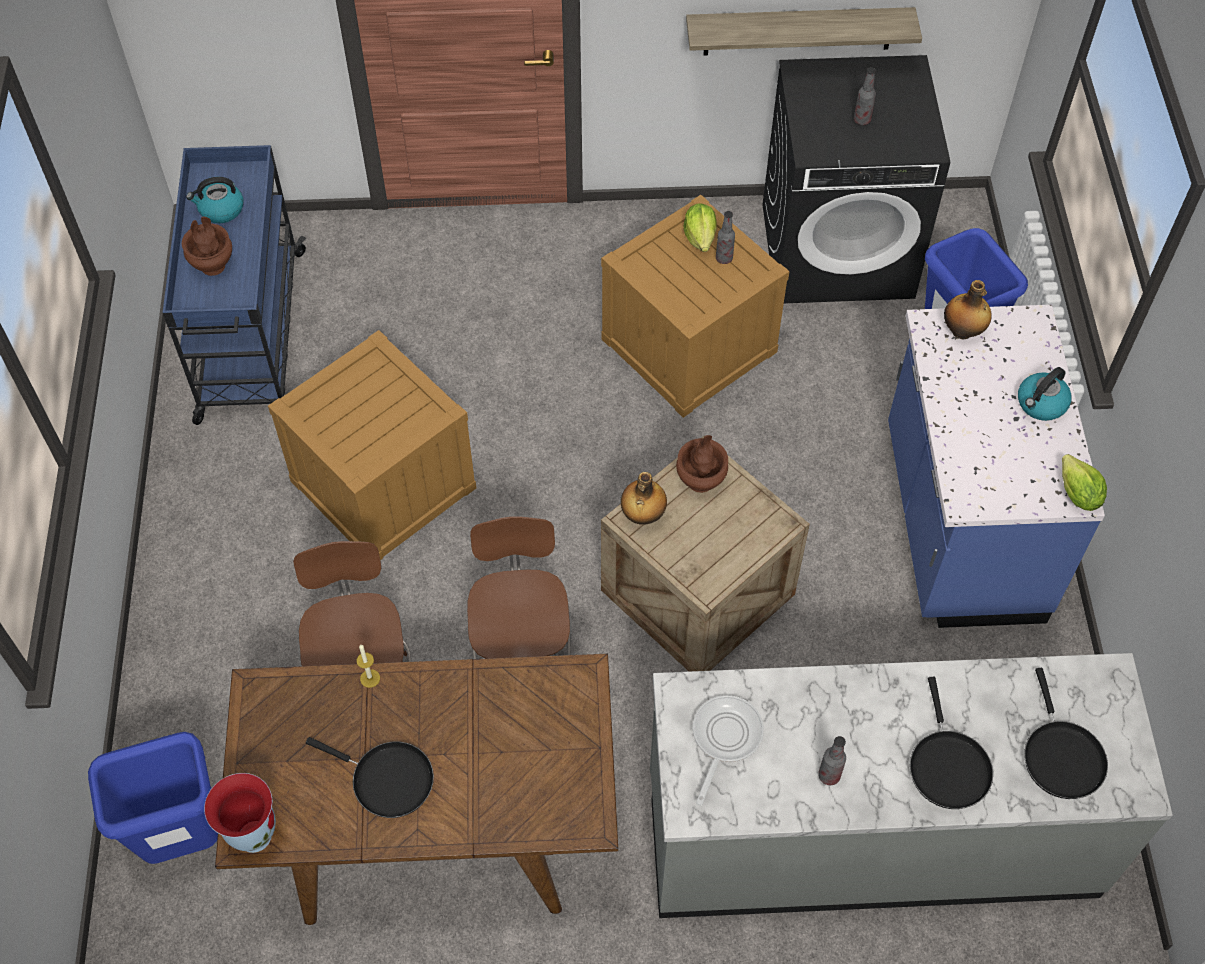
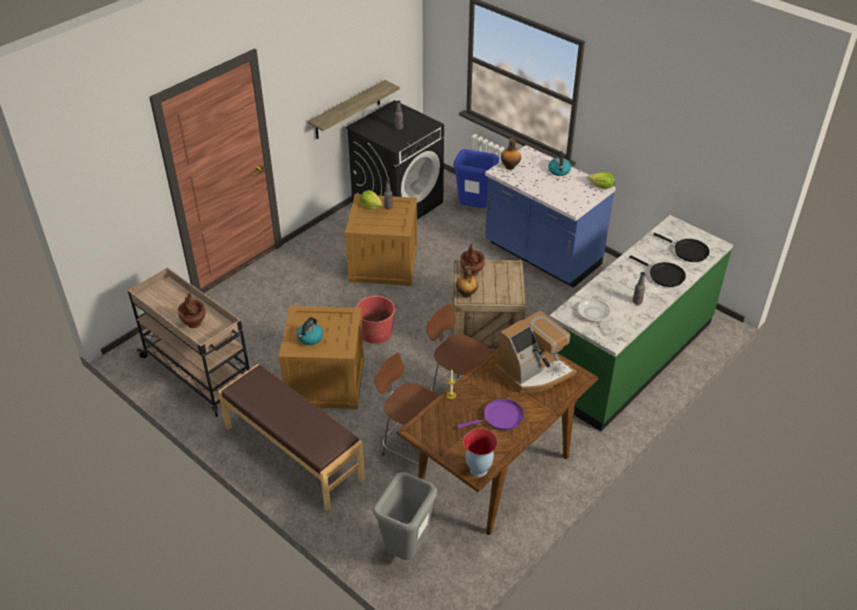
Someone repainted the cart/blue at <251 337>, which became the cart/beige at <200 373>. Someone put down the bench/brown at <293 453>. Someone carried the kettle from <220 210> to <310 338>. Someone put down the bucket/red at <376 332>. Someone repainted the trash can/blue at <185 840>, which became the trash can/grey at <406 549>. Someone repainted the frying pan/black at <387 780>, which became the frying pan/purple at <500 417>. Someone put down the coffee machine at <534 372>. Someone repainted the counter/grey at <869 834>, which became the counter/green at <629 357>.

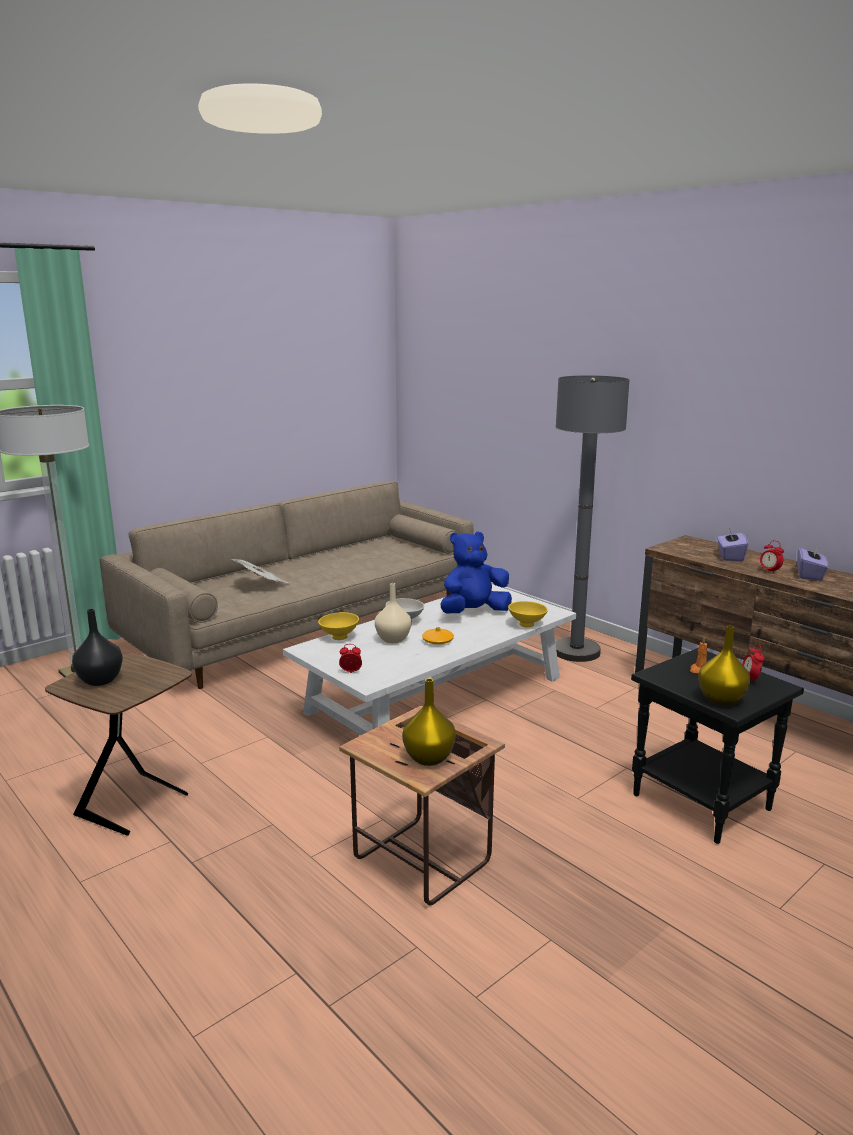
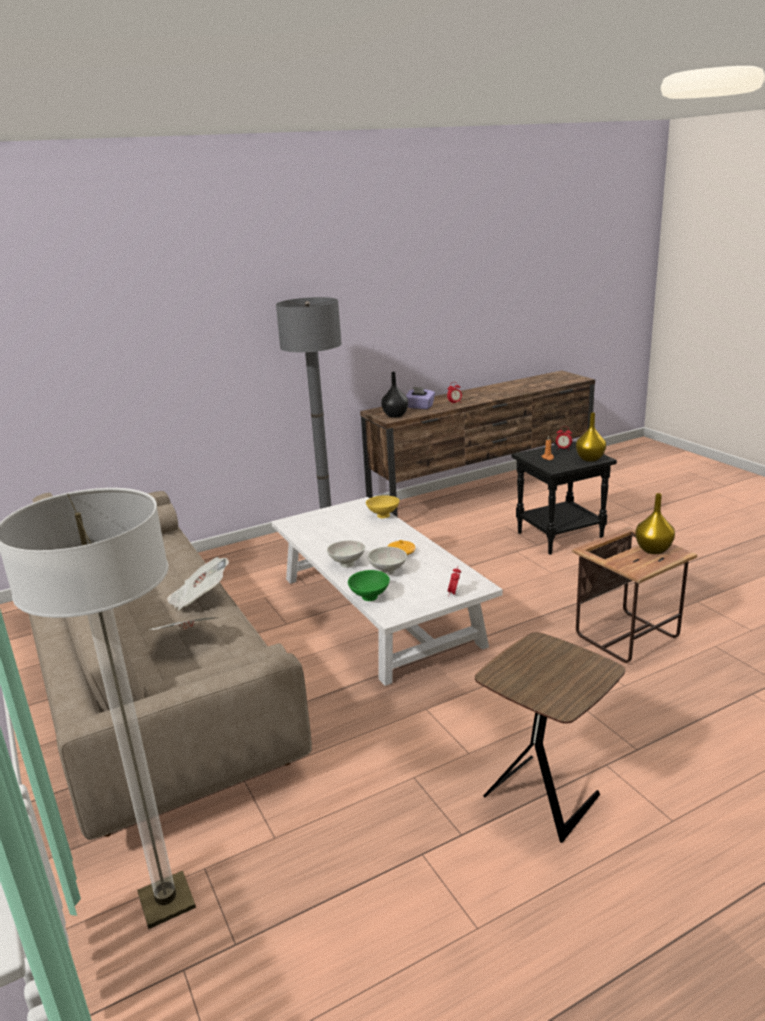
Someone put down the newspaper at <199 598>. Someone repainted the bowl/yellow at <339 637>, which became the bowl/green at <371 597>. Someone swapped the vase/beige at <394 639> for the bowl/white at <388 571>. Someone carried the vase/black from <99 680> to <395 415>. Someone took away the plush toy/blue at <473 612>. Someone took away the tissue box/purple at <810 575>.

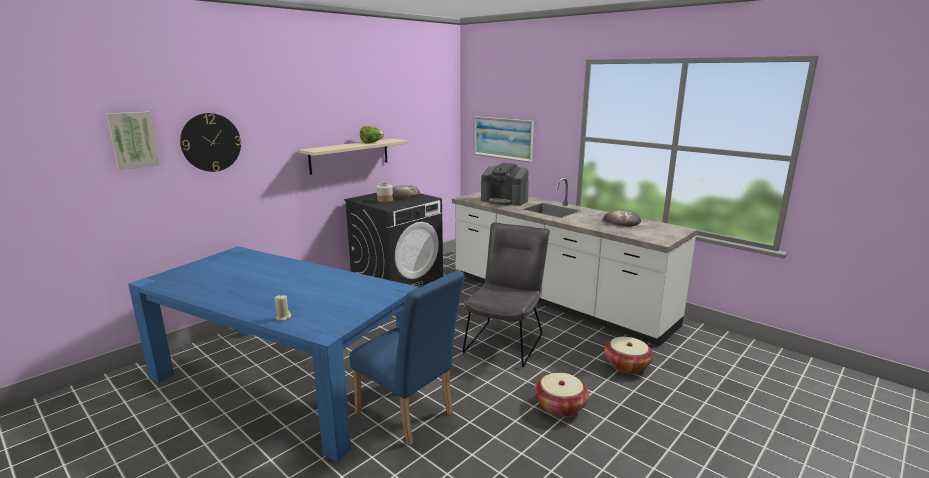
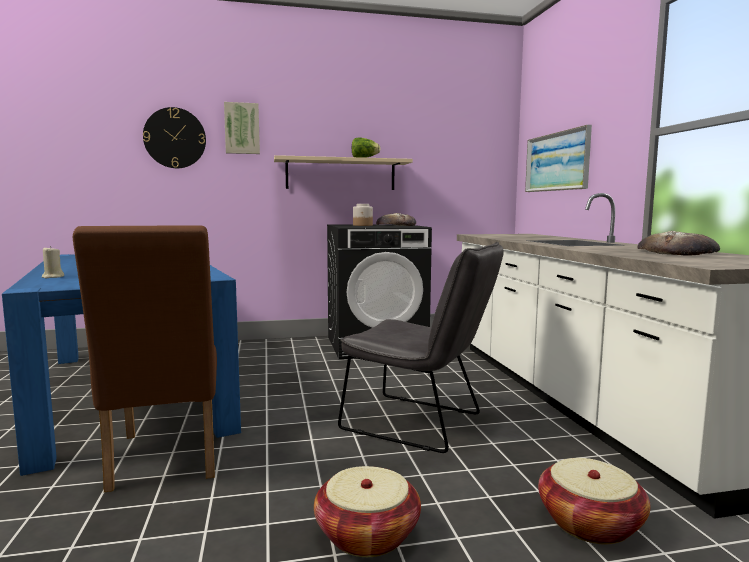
Someone repainted the chair/blue at <409 416>, which became the chair/brown at <164 461>. Someone carried the picture from <133 140> to <242 128>. Someone rotated the chair/grey at <506 340> by 60 degrees clockwise. Someone took away the coffee machine at <505 200>.

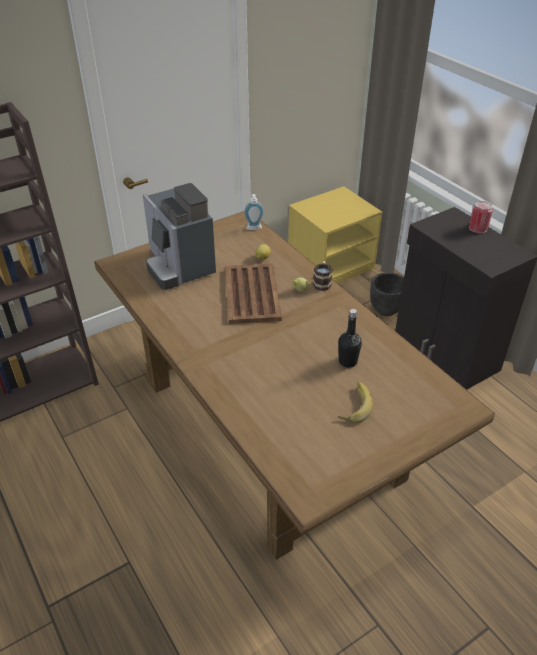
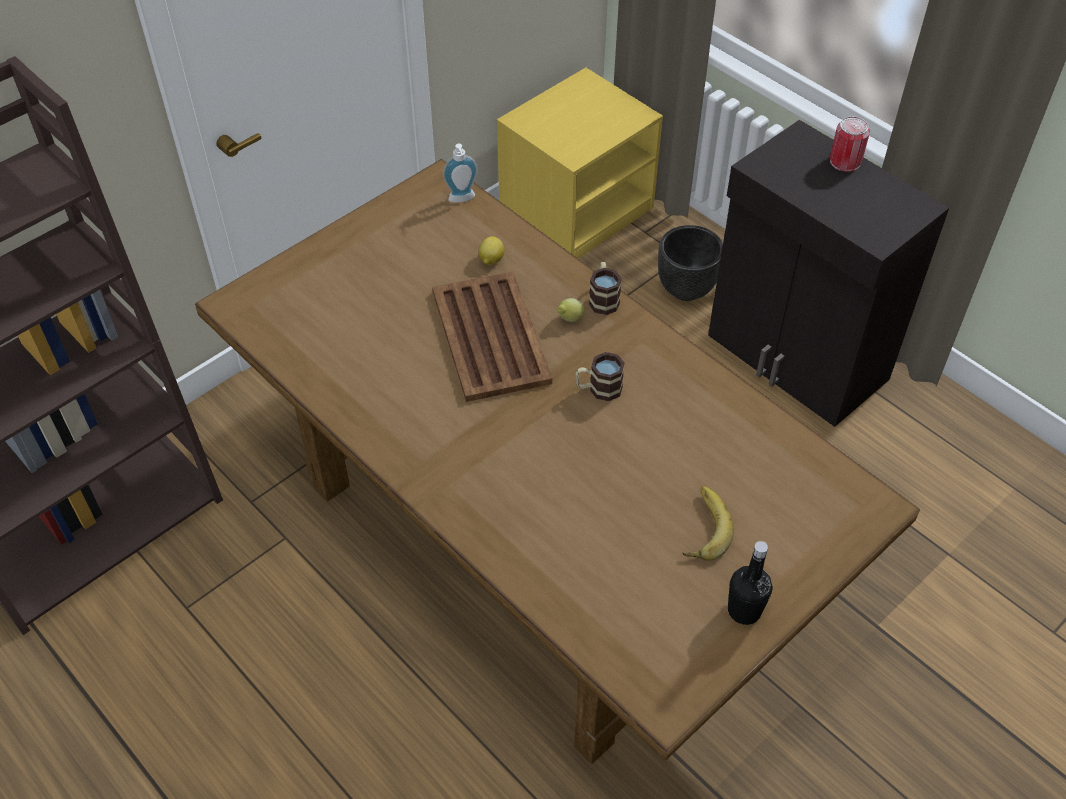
Someone put down the mug at <598 389>. Someone carried the bottle/black from <347 361> to <744 610>. Someone took away the coffee machine at <179 266>.

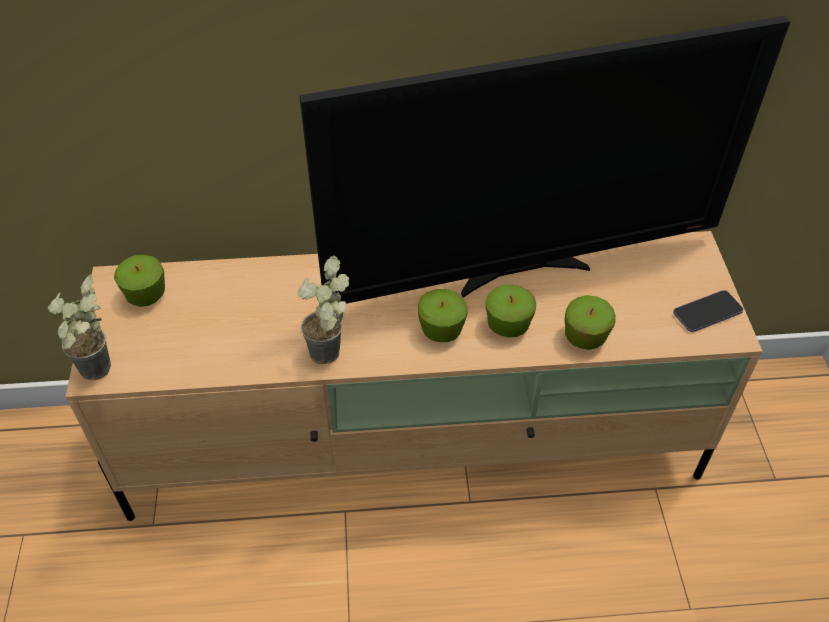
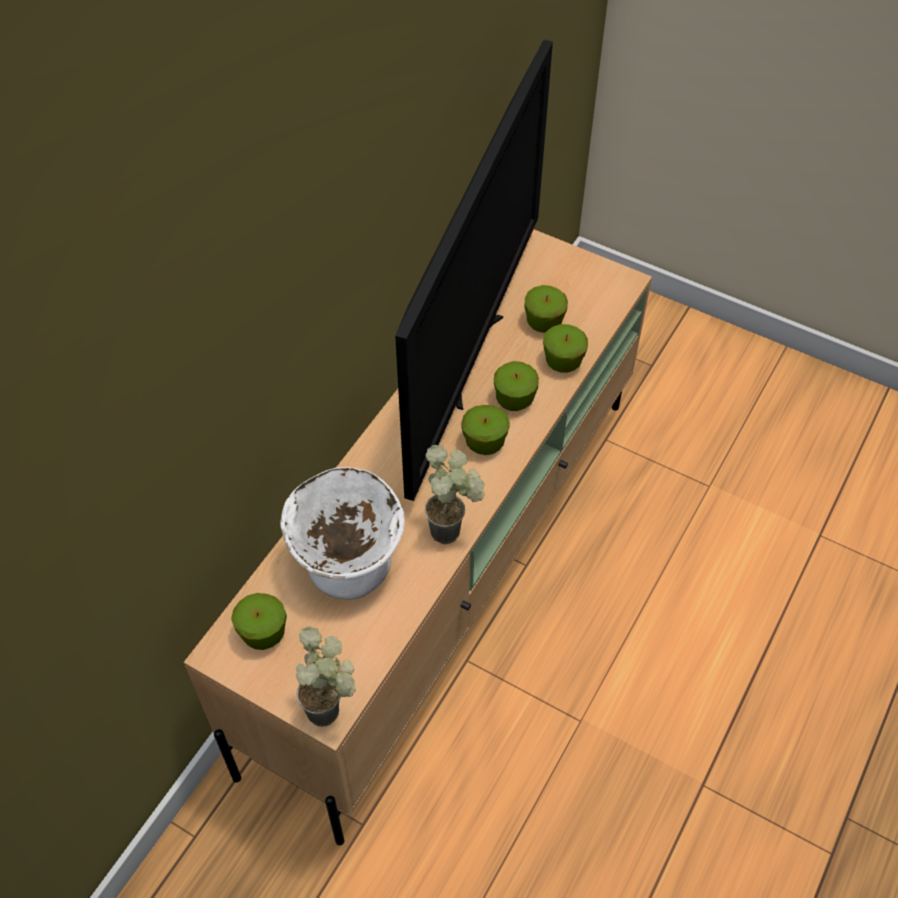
Someone put down the bowl/white at <349 563>. Someone put down the apple at <544 322>. Someone took away the phone at <707 313>.

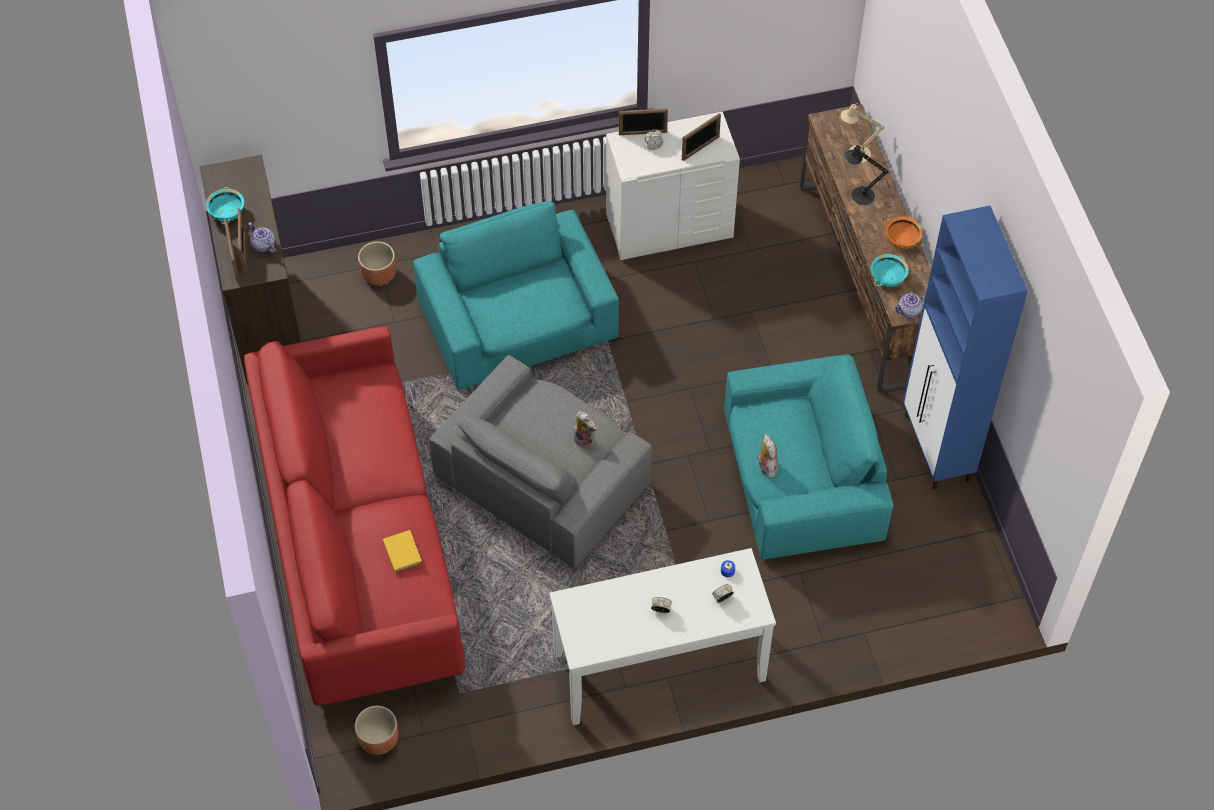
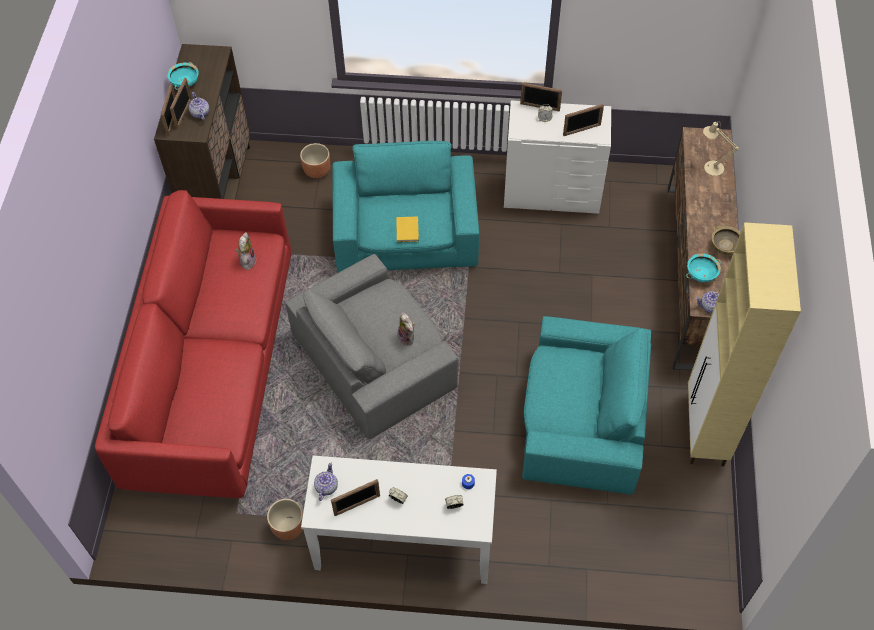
Someone carried the plush toy from <766 467> to <247 260>. Someone carried the planter/brown from <378 739> to <288 526>. Someone put down the teapot at <326 487>. Someone put down the picture frame at <357 505>. Someone carried the book/yellow from <402 551> to <408 229>. Someone repainted the cabinet/blue at <936 449>, which became the cabinet/beige at <705 430>. Someone repainted the bowl/orange at <902 240>, which became the bowl/beige at <725 247>. Someone took away the table lamp/black at <859 195>.

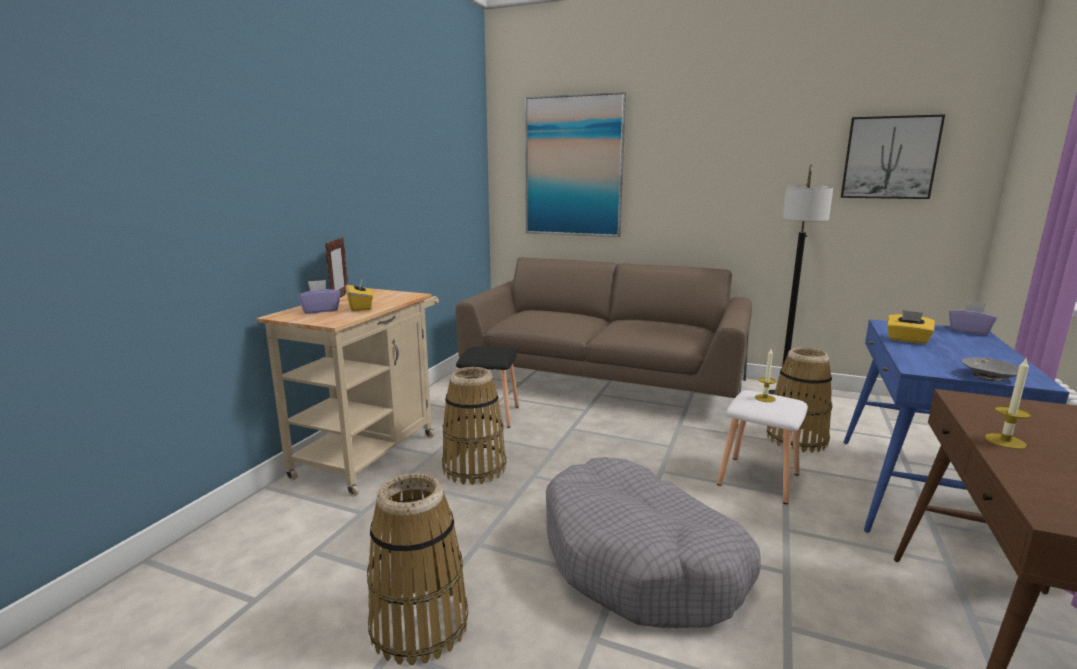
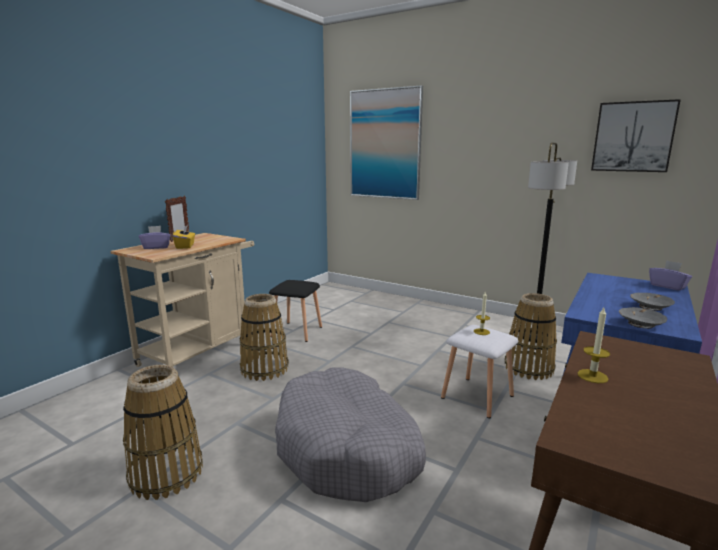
Someone put down the bowl/grey at <649 307>. Someone took away the sofa/brown at <603 381>. Someone took away the tissue box/yellow at <907 340>.

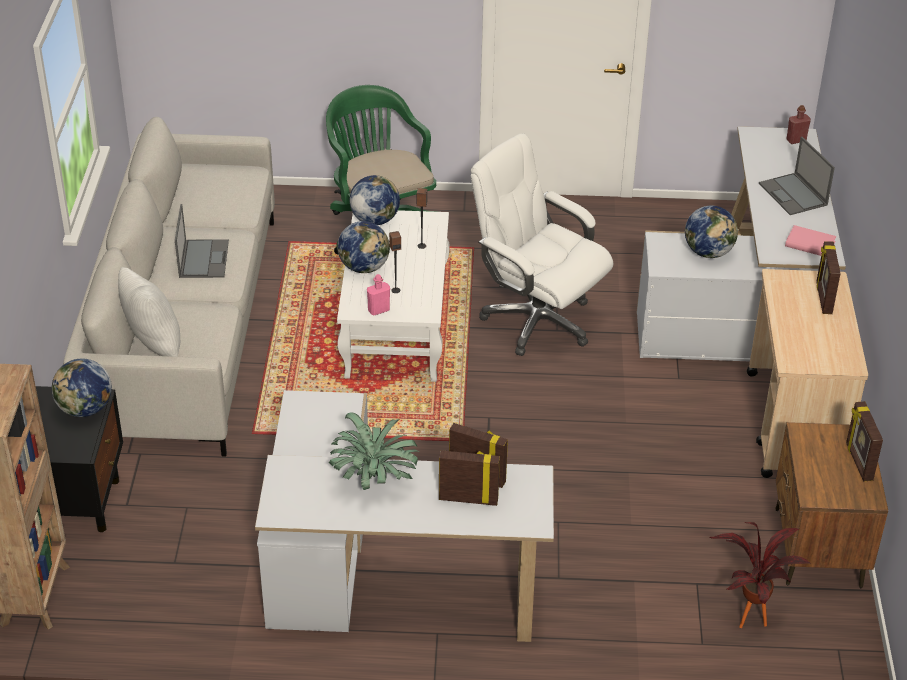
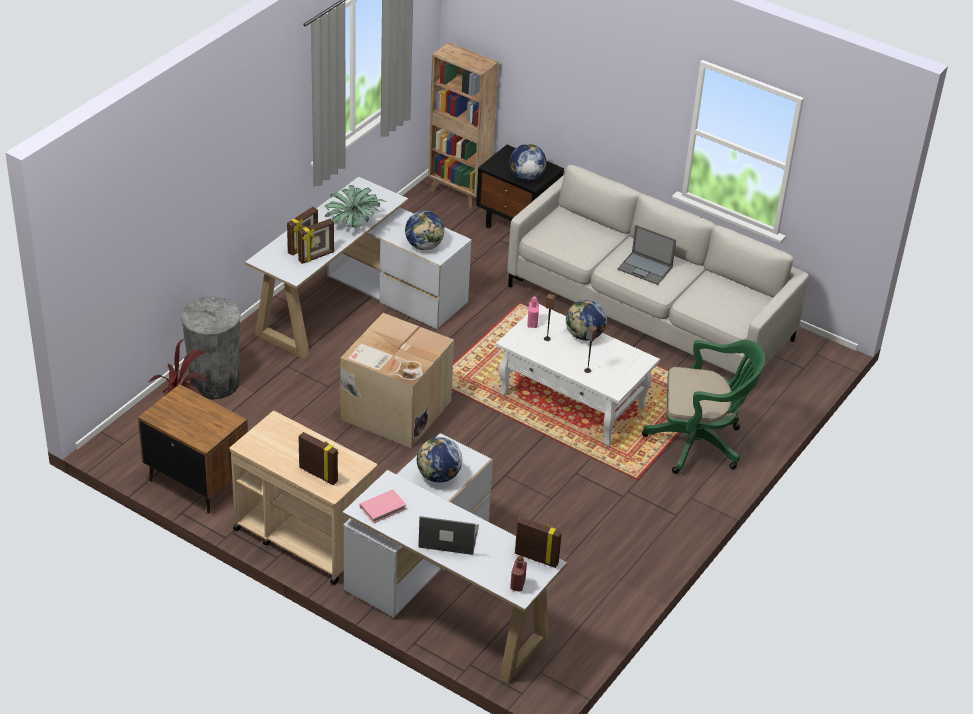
Someone put down the trash can/grey at <215 383>. Someone put down the cardboard box at <394 410>. Someone carried the globe from <374 220> to <424 246>. Someone carried the picture frame from <858 462> to <536 558>. Someone took away the pillow/white at <152 346>. Someone took away the office chair/white at <536 320>.

